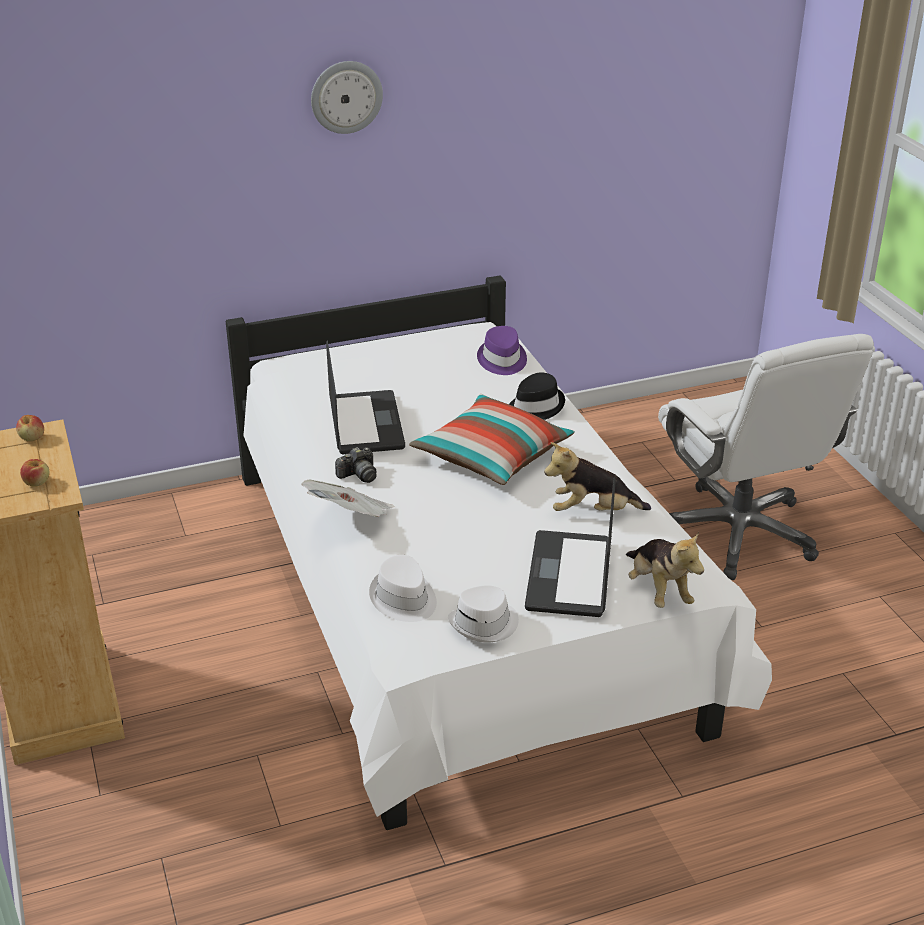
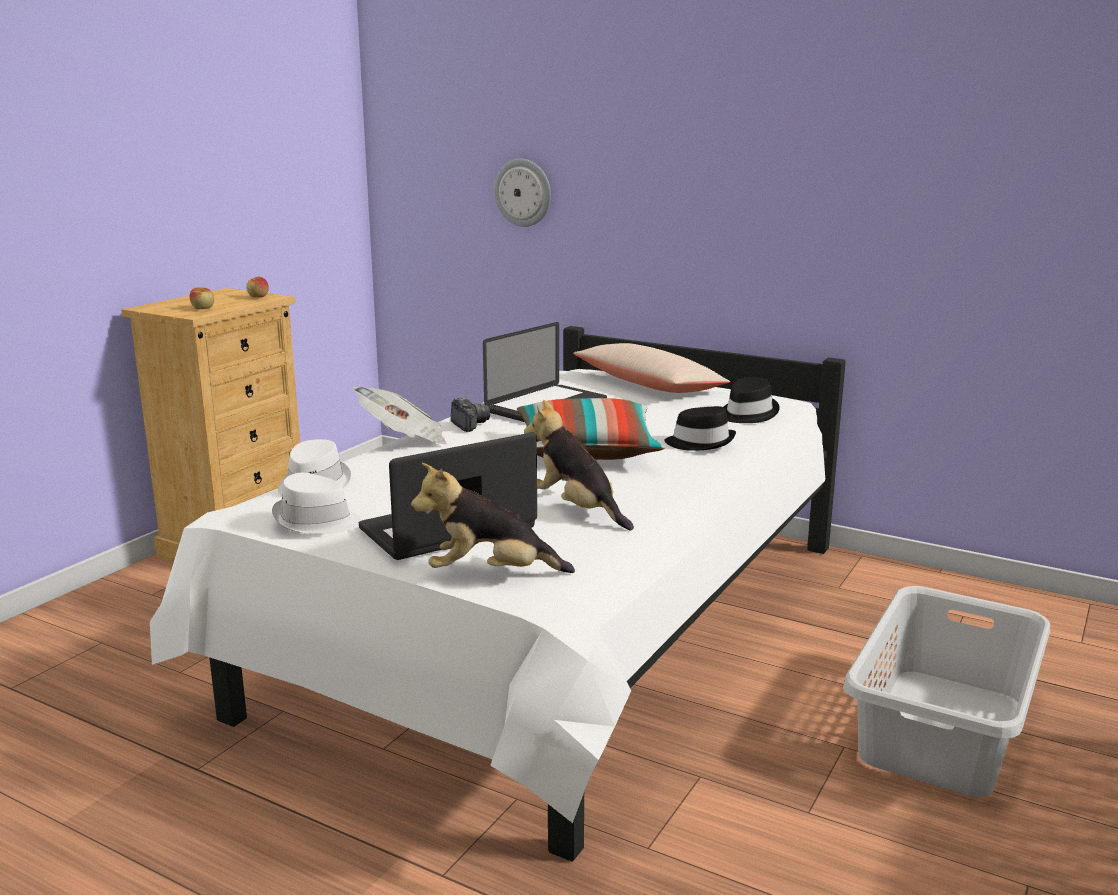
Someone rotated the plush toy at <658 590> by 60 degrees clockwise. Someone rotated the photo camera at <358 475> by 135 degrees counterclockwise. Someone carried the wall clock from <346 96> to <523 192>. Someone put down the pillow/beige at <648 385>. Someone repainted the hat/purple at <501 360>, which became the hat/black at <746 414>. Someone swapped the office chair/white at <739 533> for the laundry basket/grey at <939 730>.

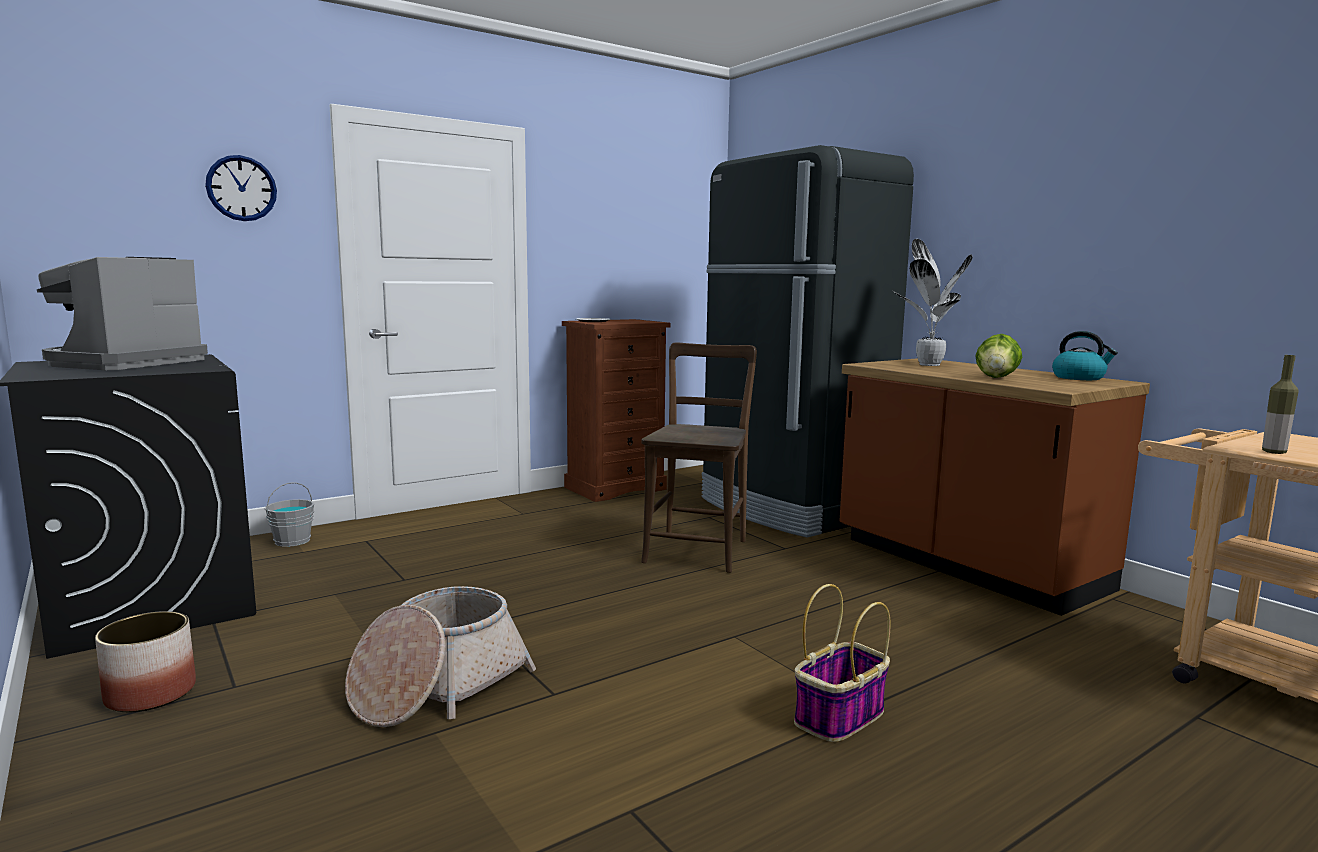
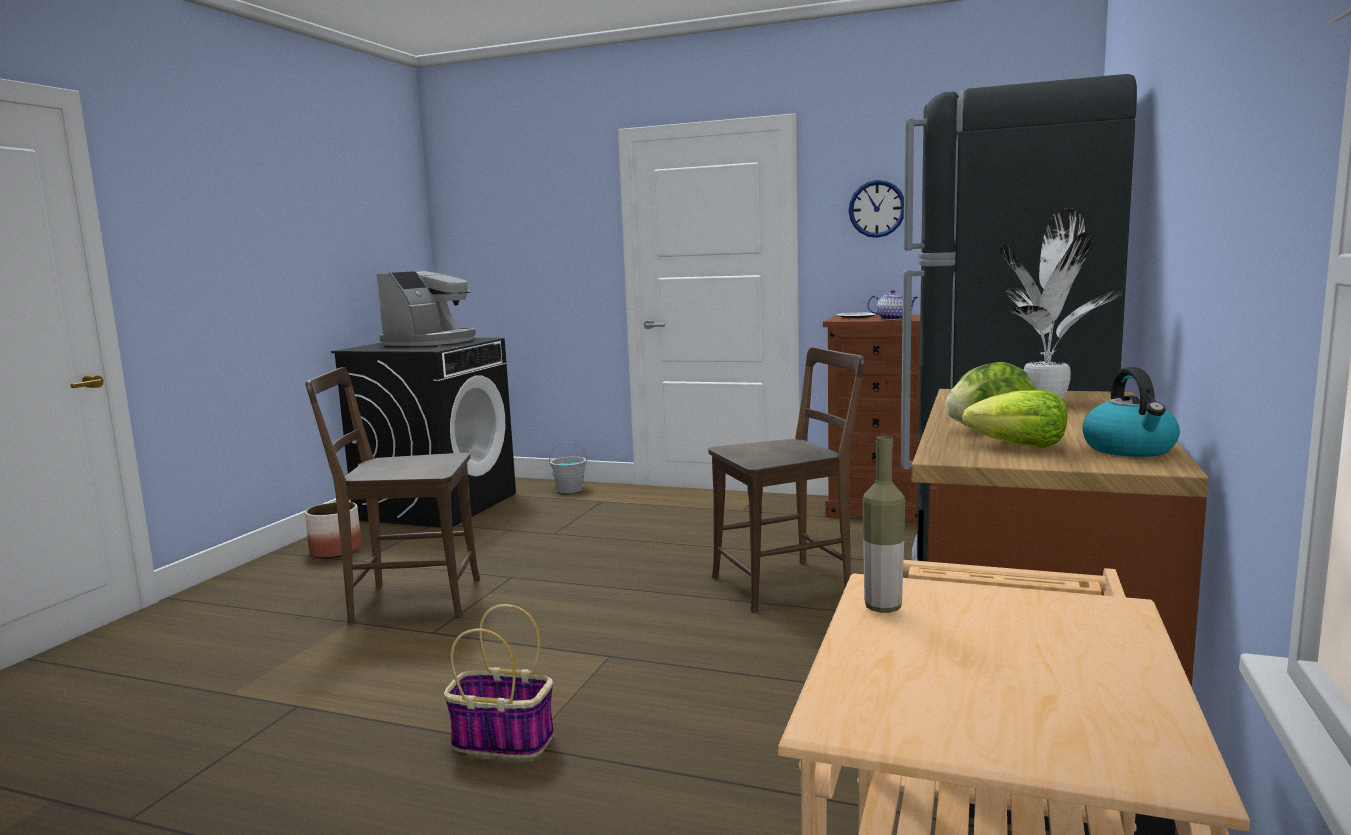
Someone swapped the basket at <437 686> for the chair/brown at <408 600>. Someone rotated the coffee machine at <124 363> by 135 degrees clockwise. Someone carried the wall clock from <241 188> to <877 209>. Someone put down the teapot at <893 319>. Someone put down the lettuce at <1019 446>.

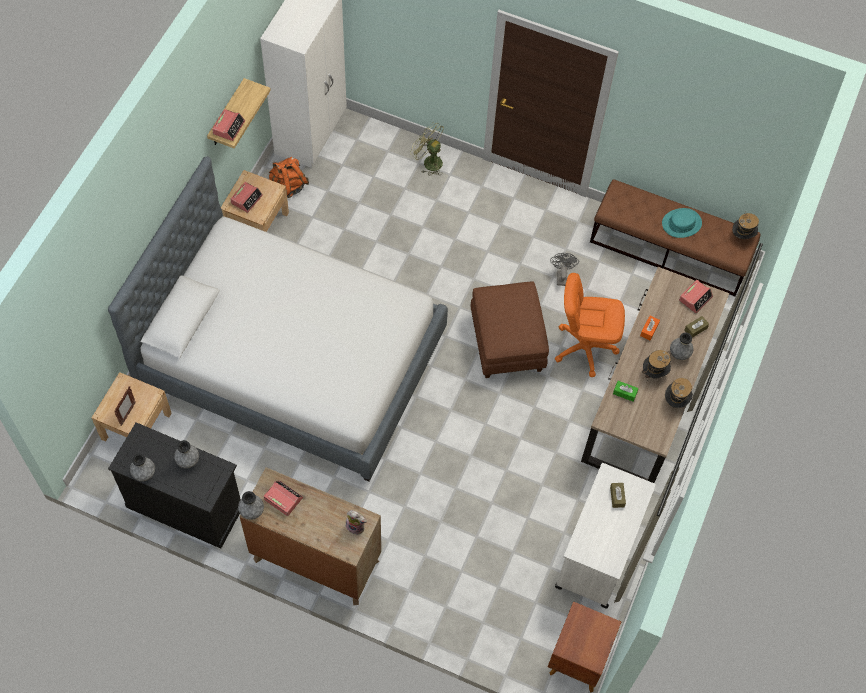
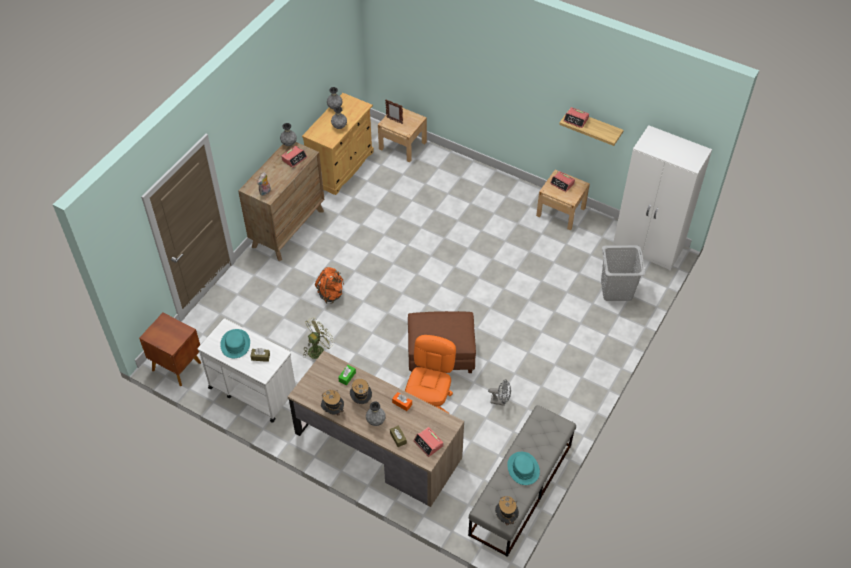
Someone put down the hat/turquoise at <235 344>. Someone repainted the cabinet/black at <185 505>, which became the cabinet/beige at <341 167>. Someone carried the fan/green from <429 161> to <318 349>. Someone carried the backpack/orange from <289 186> to <331 293>. Someone repainted the bench/brown at <669 251>, which became the bench/grey at <520 490>. Someone put down the laundry basket/grey at <616 290>. Someone took away the bed at <291 358>.

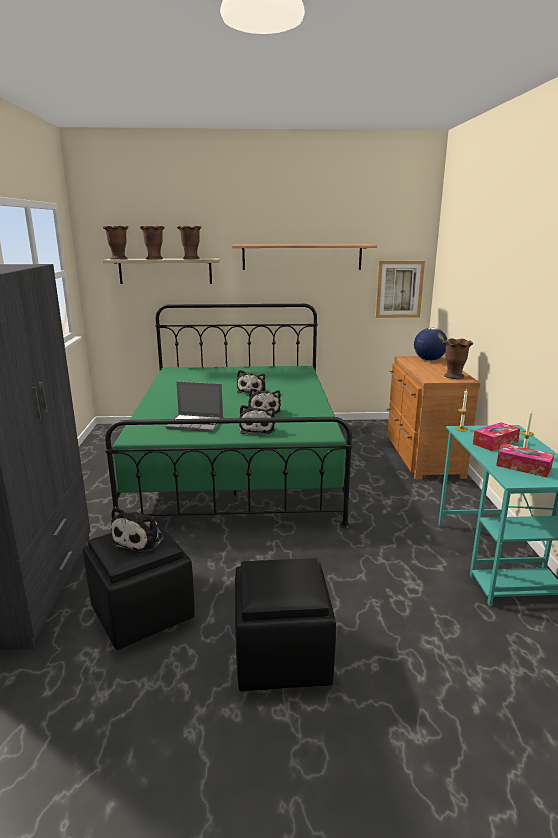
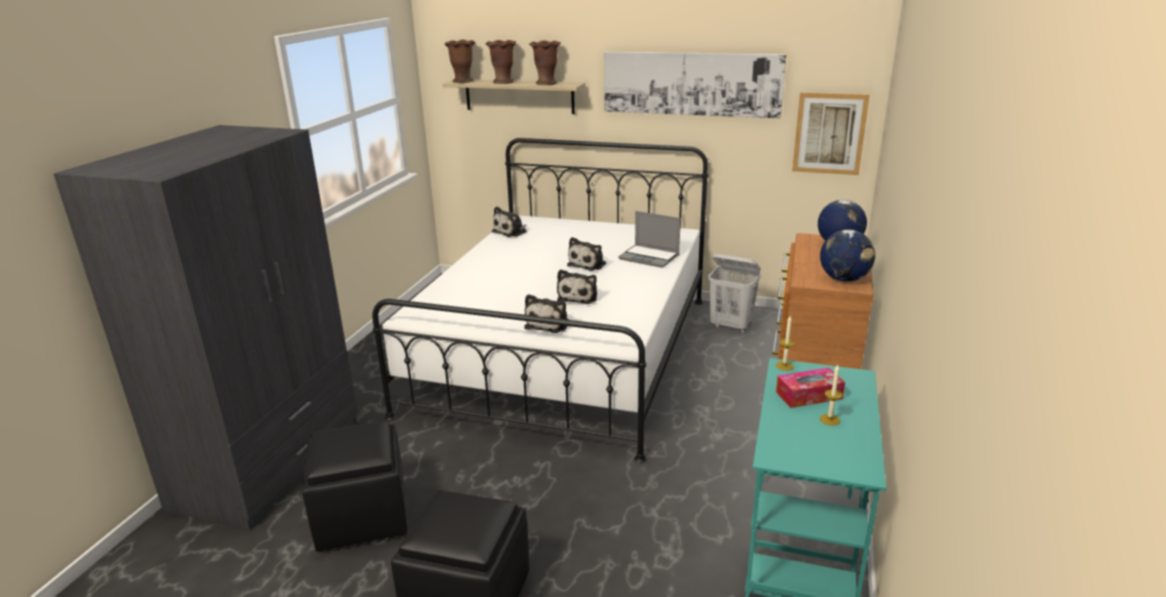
Someone repainted the bed/green at <236 465>, which became the bed/white at <564 352>. Someone carried the plush toy from <140 539> to <511 232>. Someone swapped the shelf at <302 257> for the picture at <691 84>. Someone carried the laptop from <196 424> to <650 257>. Someone put down the laundry basket/white at <731 326>. Someone swapped the vase/brown at <453 376> for the globe at <844 279>. Someone took away the tissue box at <523 467>.

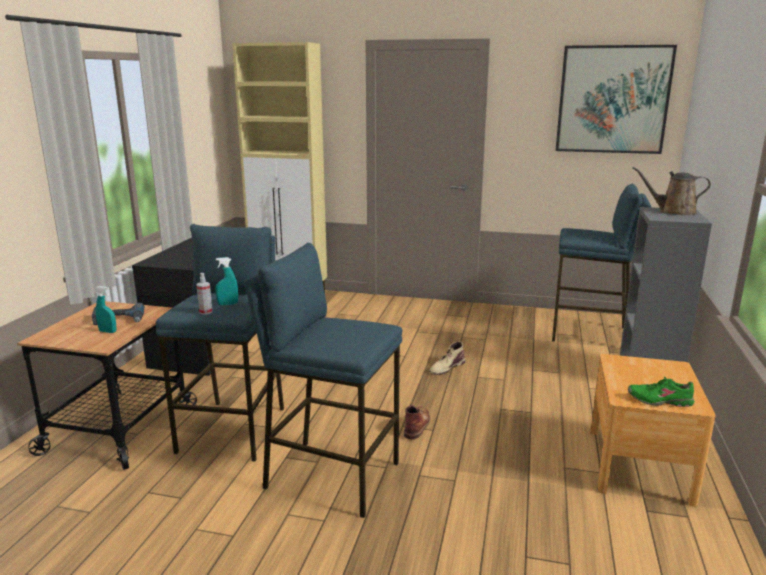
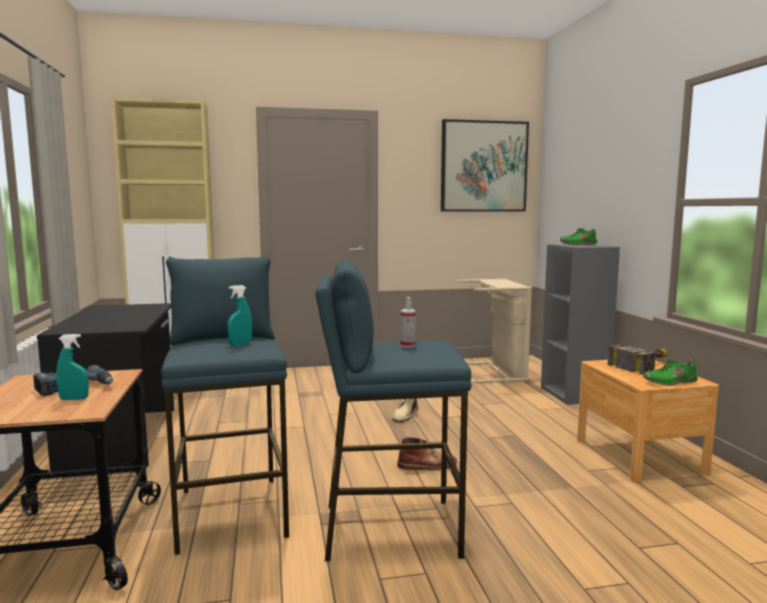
Someone rotated the boot/brown at <417 425> by 90 degrees clockwise. Someone carried the spray bottle from <205 312> to <408 345>. Someone swapped the stool/blue at <589 334> for the laundry basket/beige at <497 372>. Someone swapped the watering can/brown at <673 212> for the shoe/green at <578 244>. Someone put down the hammer at <645 365>.

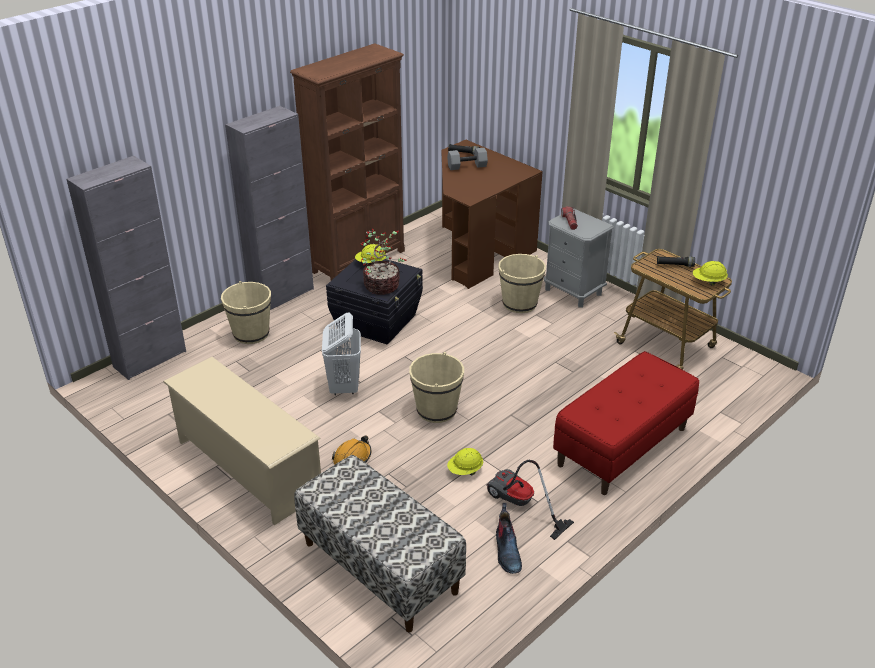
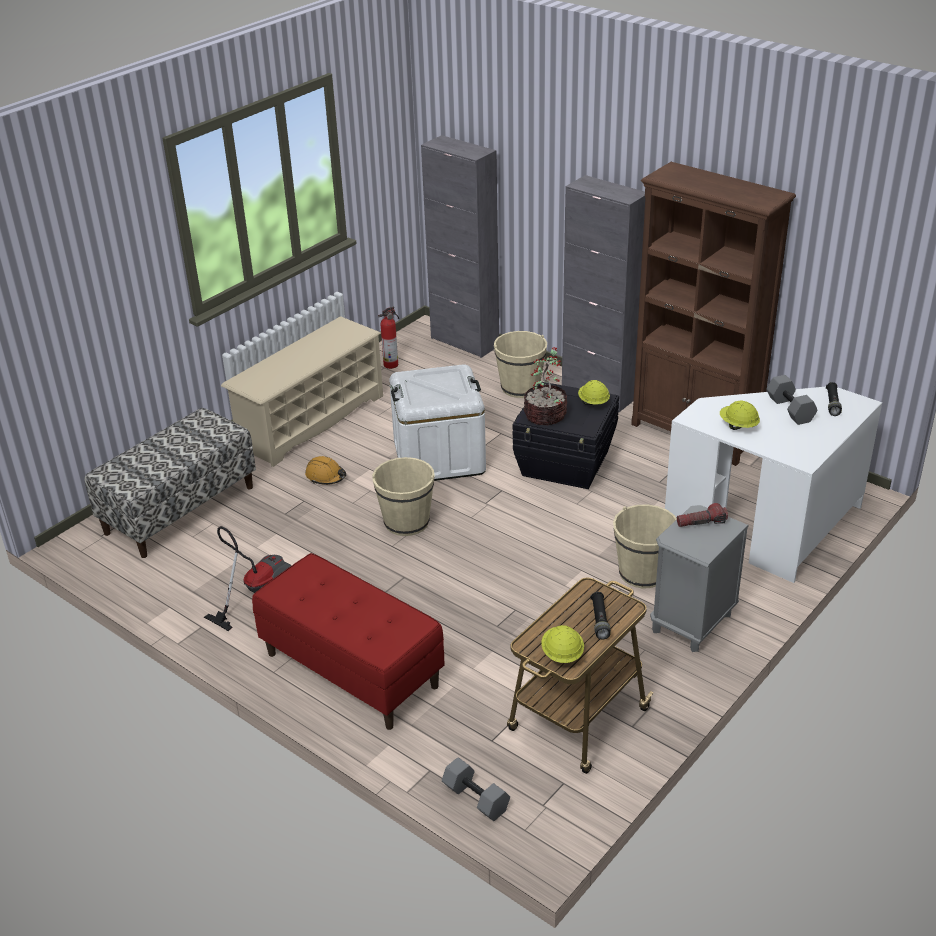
Someone put down the fire extinguisher at <392 364>. Someone swapped the laundry basket/white at <344 386> for the storage box/white at <439 457>. Someone put down the dumbbell/grey at <474 798>. Someone repainted the desk/brown at <477 250>, which became the desk/white at <768 526>. Someone carried the hard hat/yellow from <465 471> to <738 426>. Someone took away the boot at <507 552>.

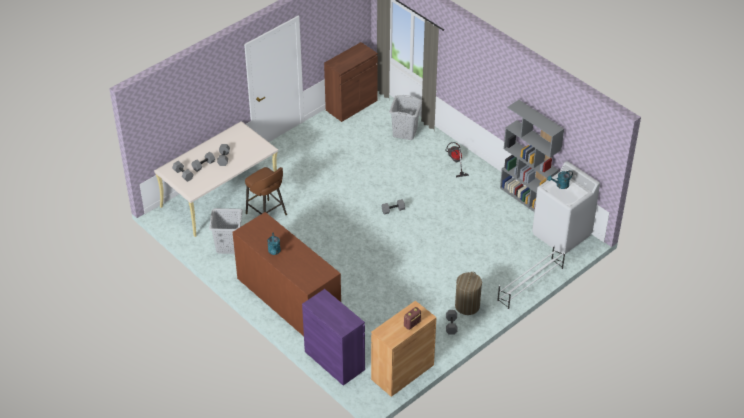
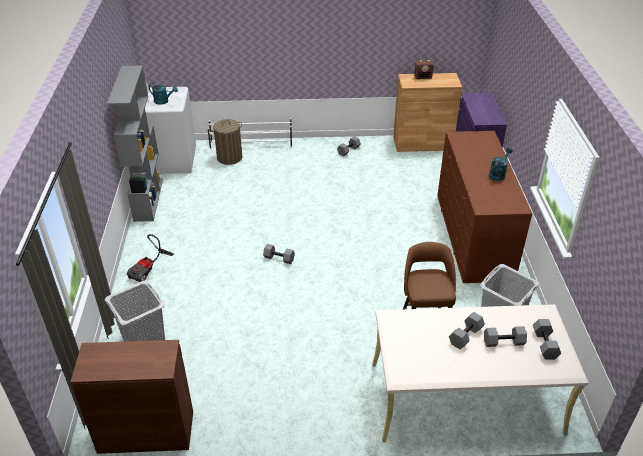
Someone carried the laundry basket from <467 306> to <229 157>.

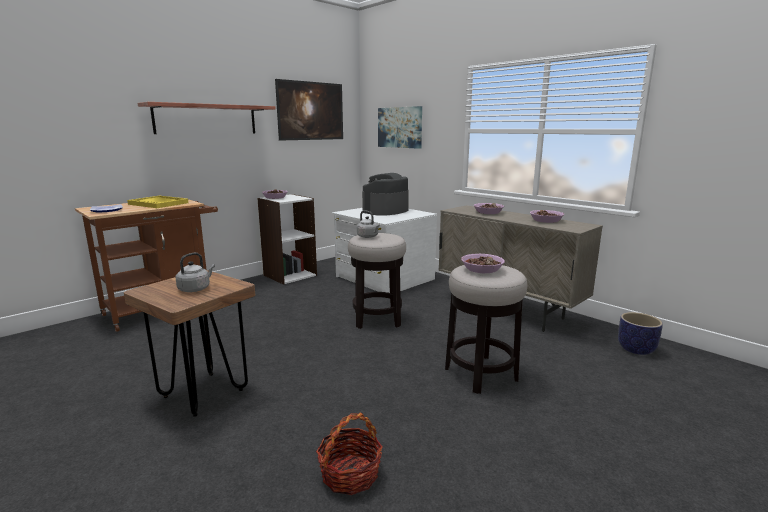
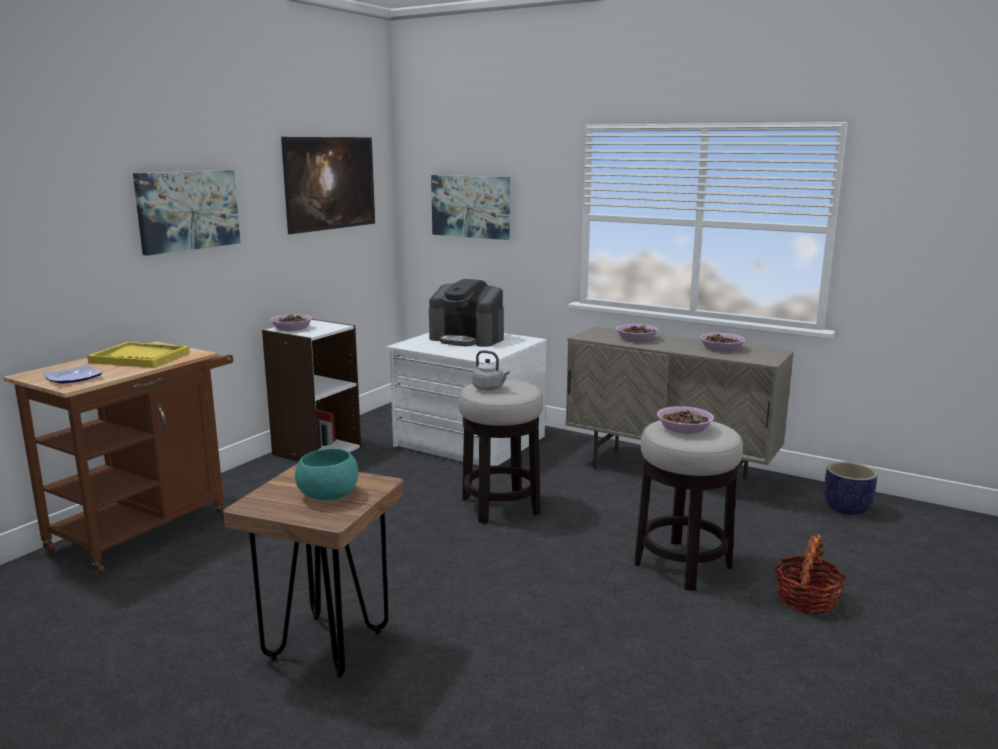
Someone swapped the shelf at <206 119> for the picture at <188 210>. Someone swapped the kettle/grey at <195 289> for the bowl/turquoise at <327 494>. Someone rotated the coffee machine at <385 211> by 90 degrees counterclockwise. Someone carried the basket from <350 474> to <807 599>.

